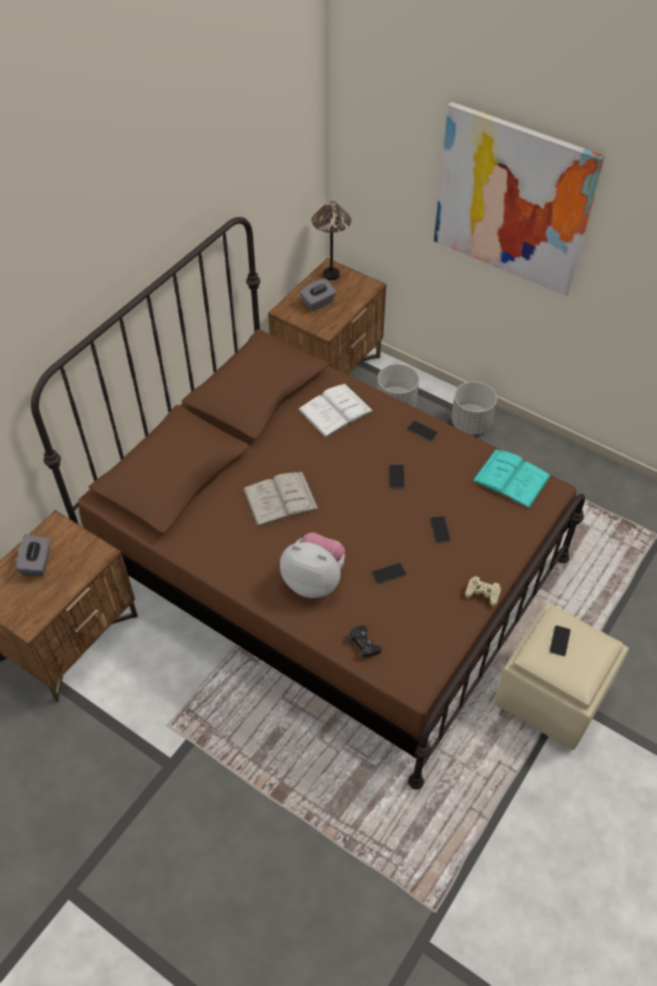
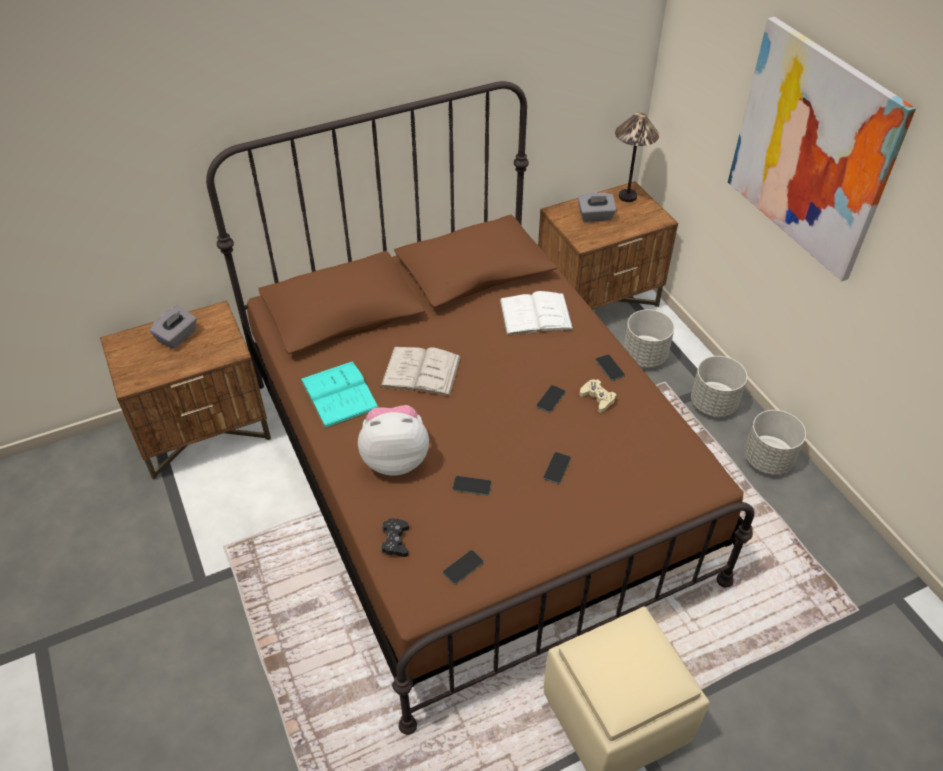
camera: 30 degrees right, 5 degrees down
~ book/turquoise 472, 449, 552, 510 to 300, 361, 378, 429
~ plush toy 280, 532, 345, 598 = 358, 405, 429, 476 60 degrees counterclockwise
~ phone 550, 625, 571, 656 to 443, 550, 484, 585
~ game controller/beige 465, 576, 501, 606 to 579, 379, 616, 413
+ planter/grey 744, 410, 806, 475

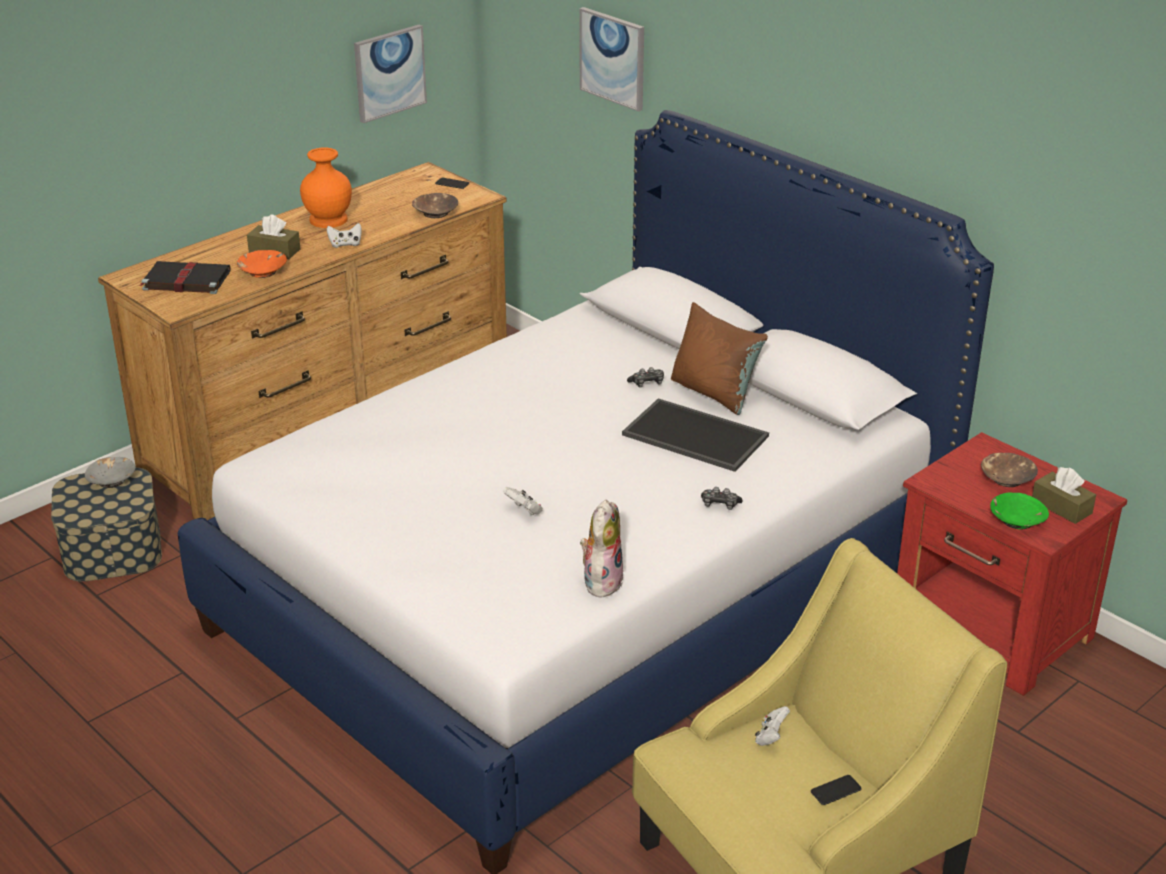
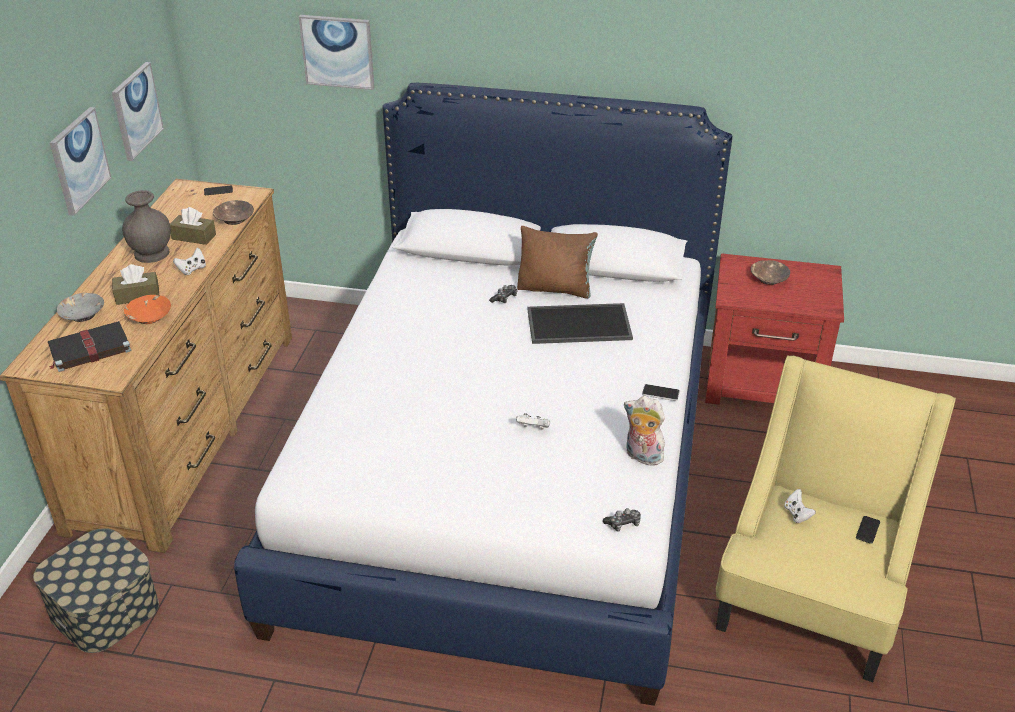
camera: 35 degrees left, 5 degrees up
+ picture 50, 107, 112, 216
~ bowl/grey 85, 457, 135, 488 to 57, 293, 104, 322
~ vase/orange 300, 147, 352, 228 to vase/grey 122, 190, 171, 263
~ tissue box/brown 1032, 467, 1096, 524 to 170, 207, 216, 245
~ game controller 701, 487, 743, 510 to 603, 508, 641, 532
~ plush toy 580, 500, 624, 598 = 624, 396, 666, 467 45 degrees counterclockwise
+ phone 642, 384, 680, 401
- bowl/green 990, 492, 1049, 529

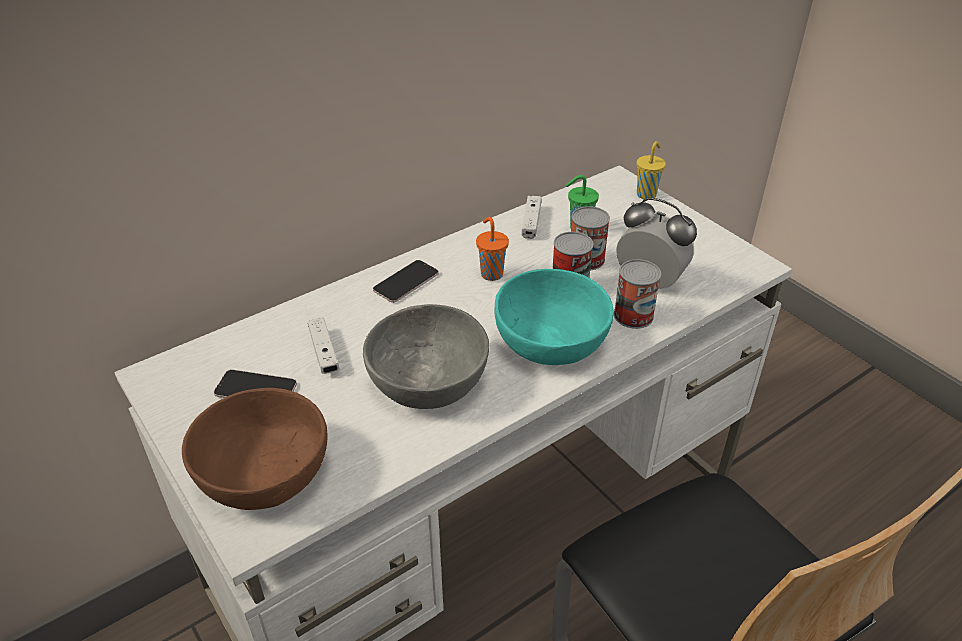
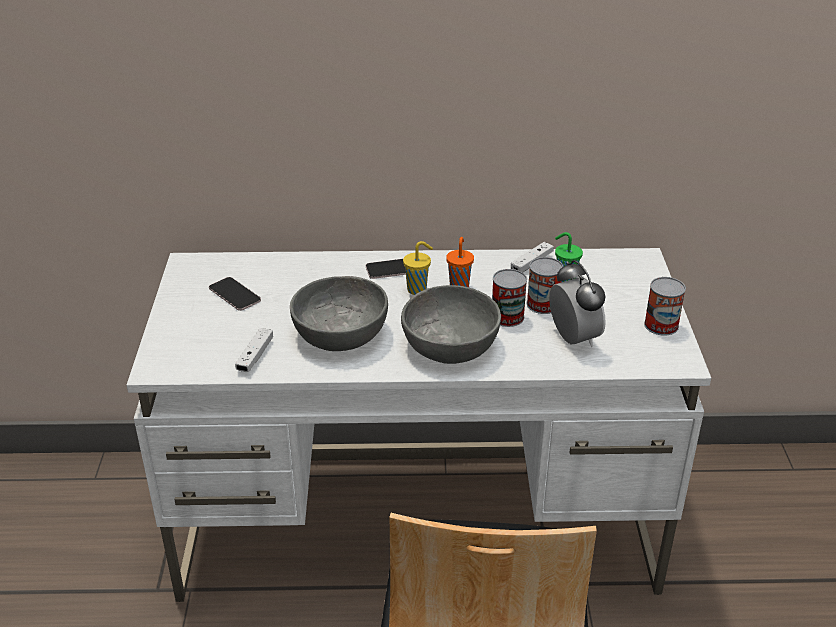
camera: 35 degrees right, 5 degrees down
~ game controller/white 308, 318, 340, 374 to 235, 328, 273, 372
~ bowl/turquoise 495, 269, 614, 365 to bowl/grey 401, 285, 501, 364
~ cup/yellow 637, 141, 666, 199 to 403, 241, 433, 295
~ can 614, 259, 661, 329 to 644, 277, 686, 336
- bowl/brown 182, 388, 328, 510

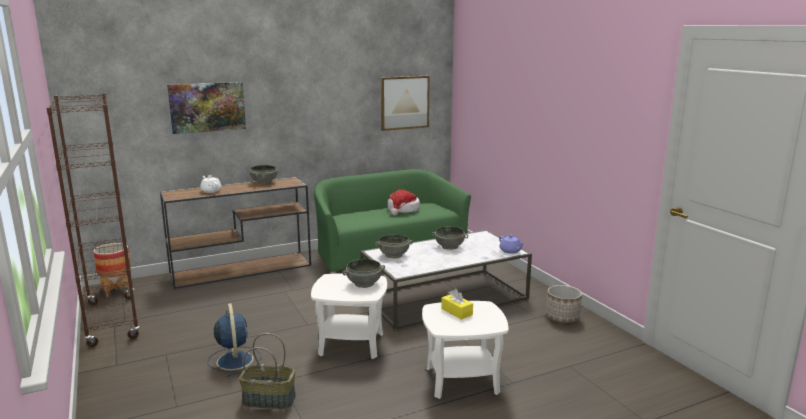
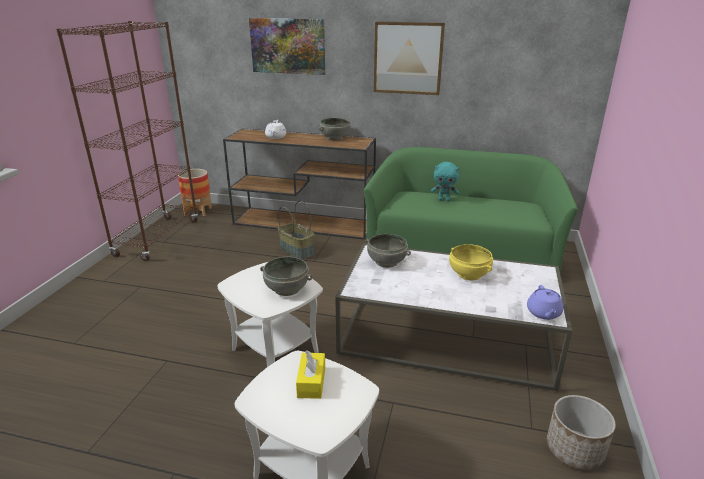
camera: 40 degrees right, 10 degrees up
~ basket 239, 333, 296, 409 to 278, 201, 314, 260
~ picture 381, 76, 430, 131 to 374, 21, 445, 95
+ plush toy/turquoise 431, 162, 459, 201
~ bowl/grey 432, 226, 468, 250 to bowl/yellow 449, 244, 493, 280
- fan/blue 207, 303, 261, 377
- hat 387, 190, 420, 216

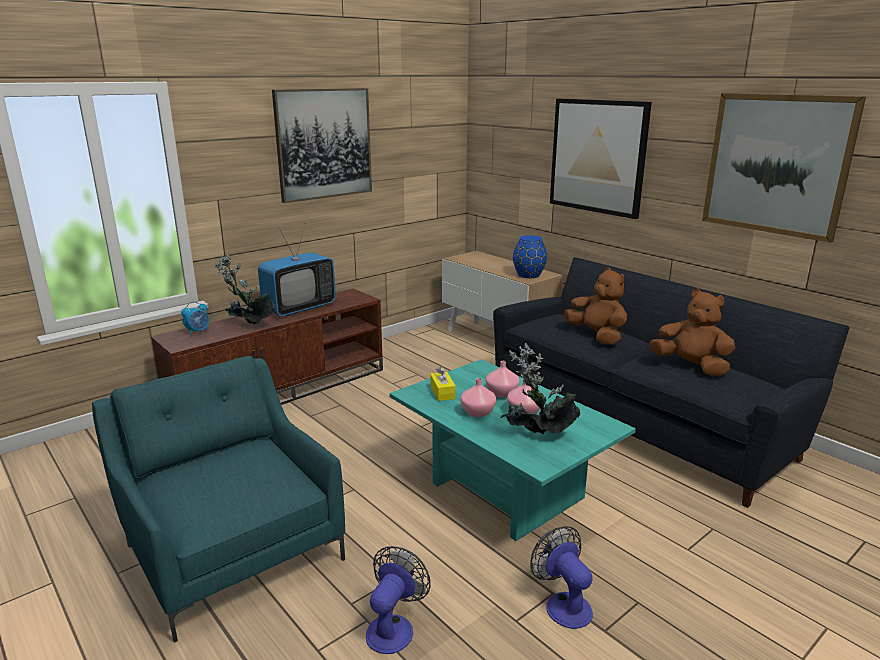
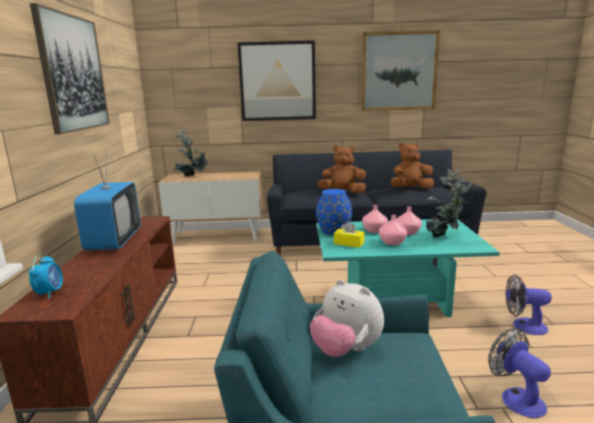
camera: 50 degrees left, 5 degrees down
~ potted plant 215, 253, 275, 325 to 173, 129, 208, 176
+ plush toy 310, 279, 384, 357
~ vase/blue 513, 235, 547, 278 to 316, 189, 353, 235

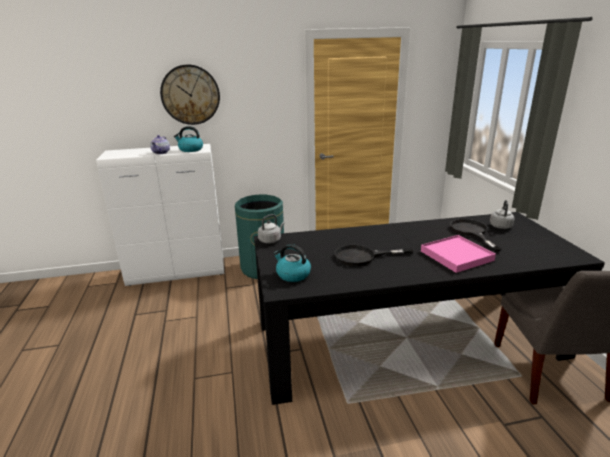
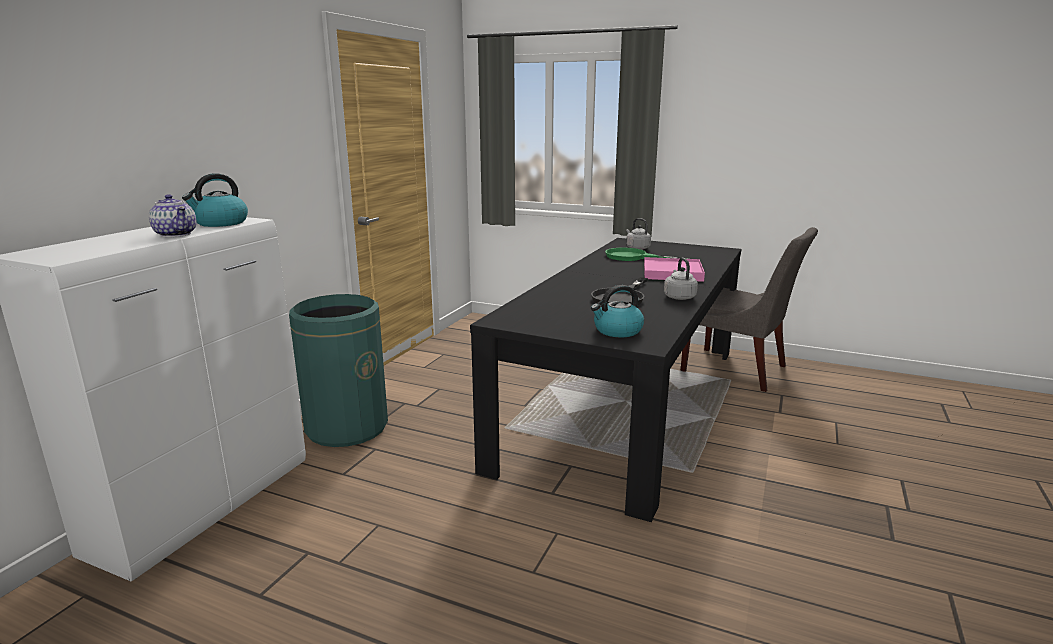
camera: 55 degrees left, 5 degrees down
~ frying pan/black 450, 219, 501, 252 to frying pan/green 605, 248, 687, 261
~ kettle/grey 258, 214, 285, 244 to 664, 258, 698, 300
- wall clock 160, 65, 220, 125

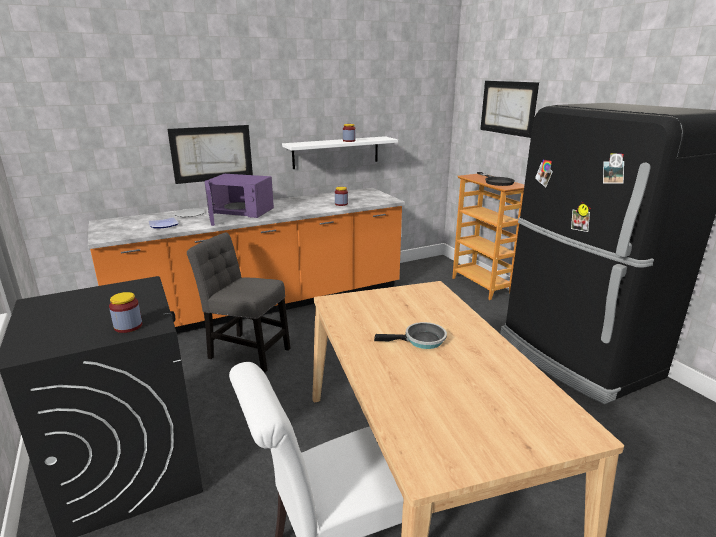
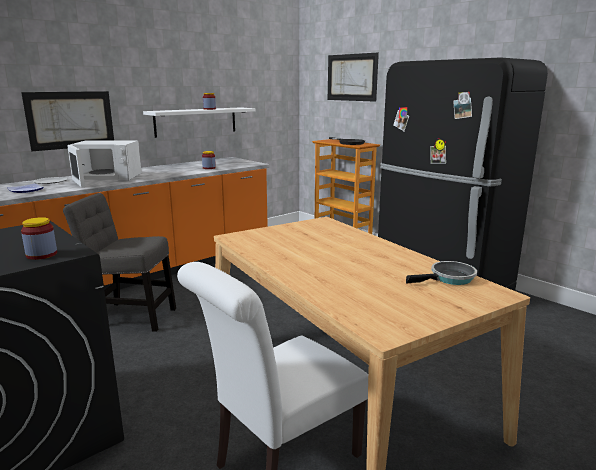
camera: 15 degrees left, 5 degrees down
~ microwave/purple 205, 174, 274, 226 to microwave/white 67, 140, 142, 188
~ frying pan 374, 322, 447, 349 to 406, 261, 477, 285

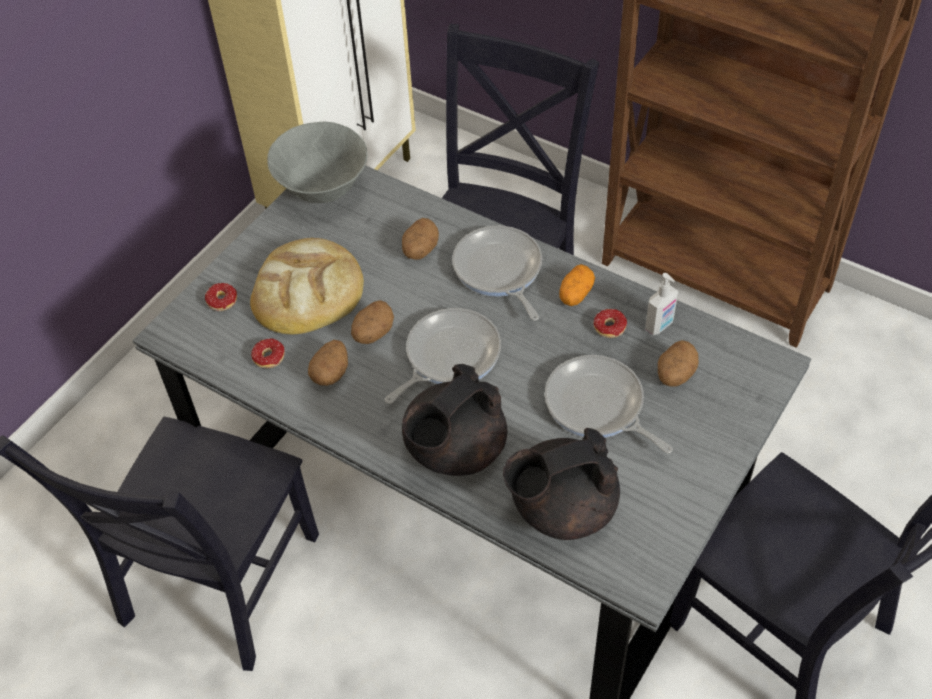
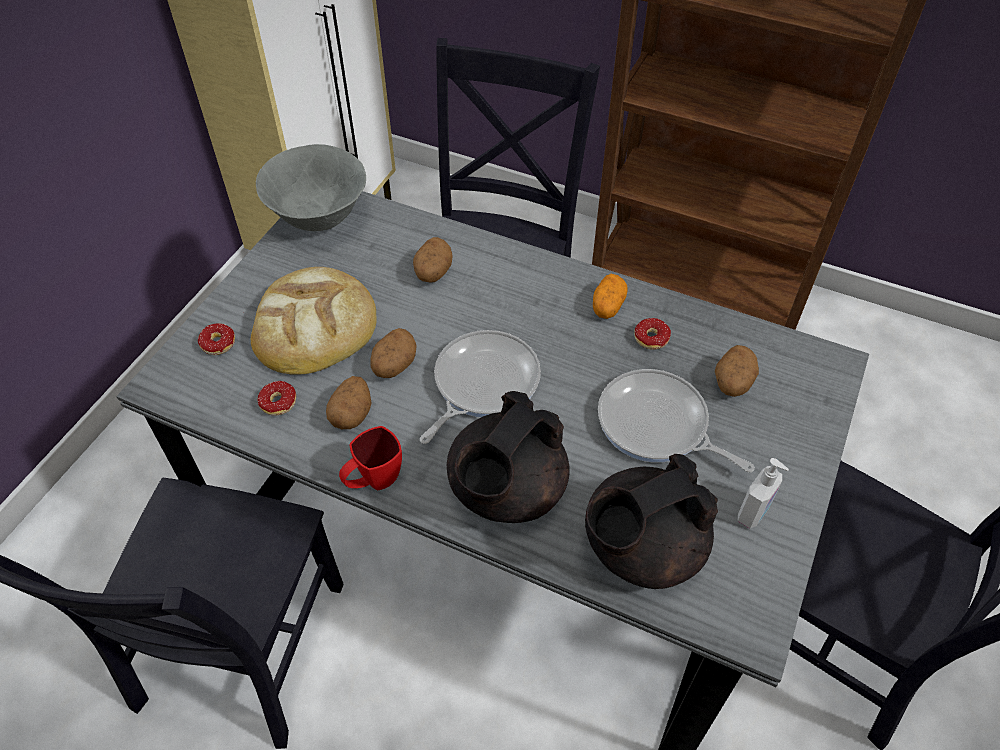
camera: 10 degrees left, 0 degrees up
+ mug/red 339, 426, 402, 490
~ soap dispenser 645, 273, 678, 335 to 738, 458, 789, 529
- frying pan 452, 225, 542, 321

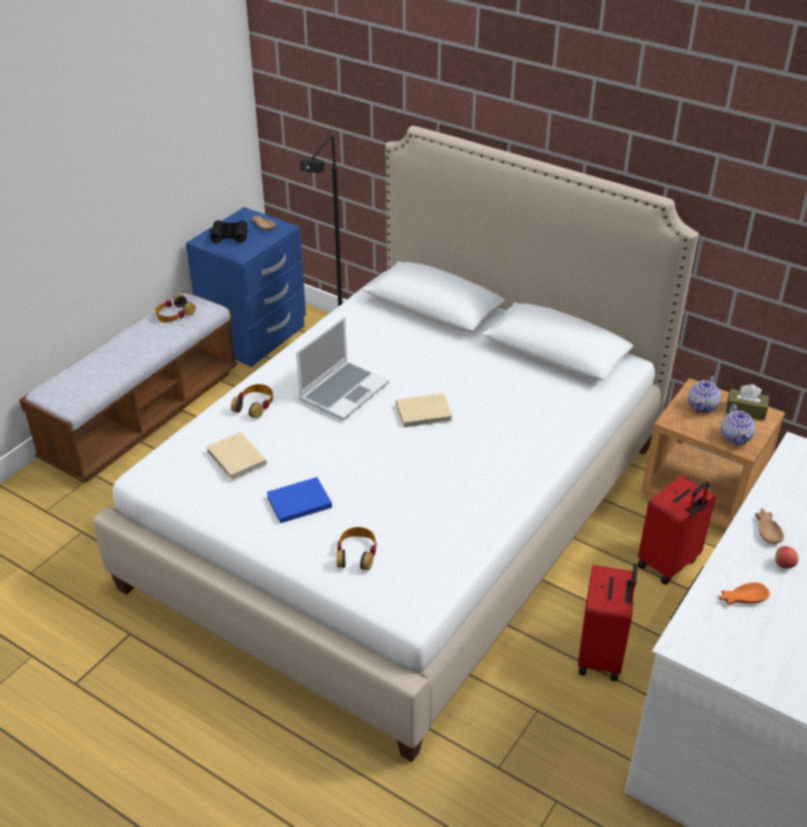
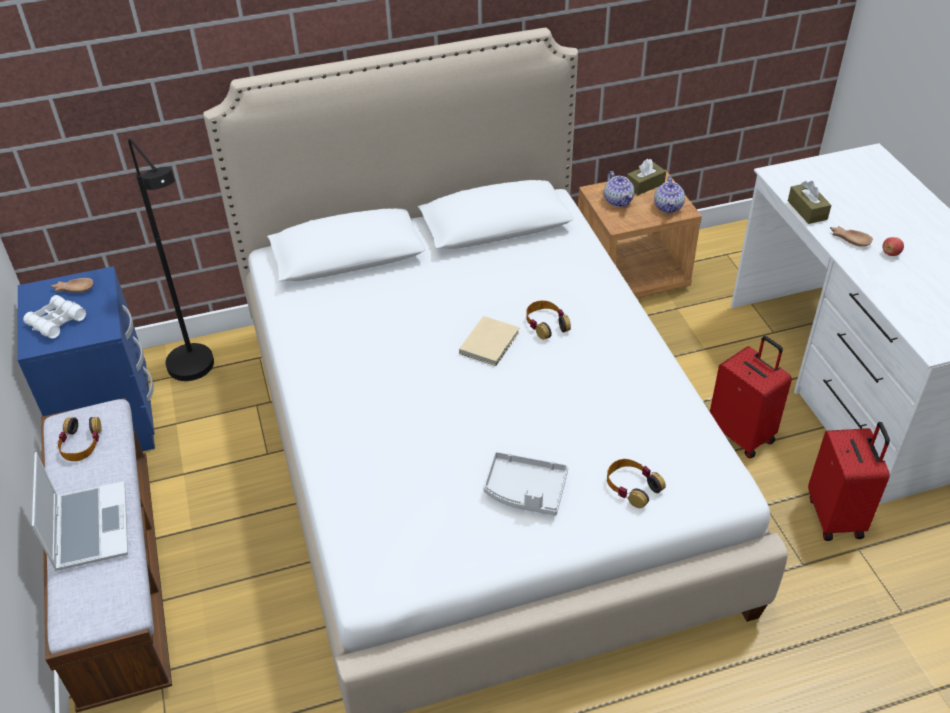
camera: 50 degrees left, 5 degrees up
~ binoculars/black 210, 220, 249, 243 to binoculars/white 23, 295, 86, 338
~ laptop 296, 317, 389, 420 to 32, 452, 128, 571
~ book/blue 267, 477, 332, 523 to tray/grey 483, 452, 568, 515
~ headphones 231, 384, 273, 418 to 526, 300, 571, 340
~ teapot 721, 404, 755, 446 = 654, 176, 685, 214 60 degrees clockwise
+ tissue box/brown 788, 181, 831, 224
~ suitcase/red 638, 475, 716, 585 to 808, 422, 890, 541
- book/beige 206, 432, 267, 480
- bowl/orange 719, 582, 770, 605

